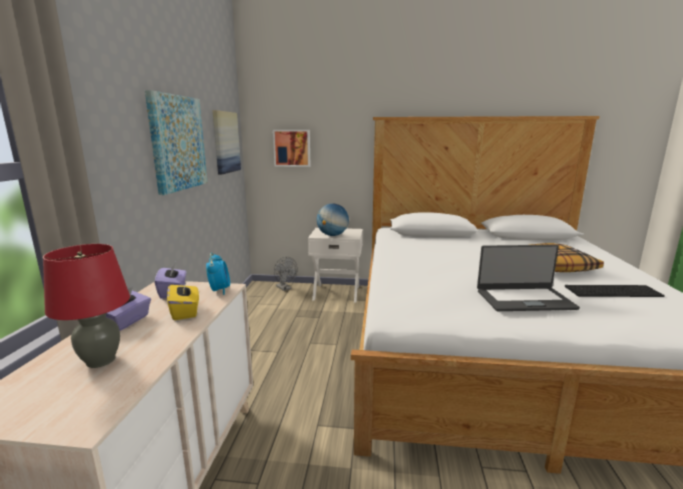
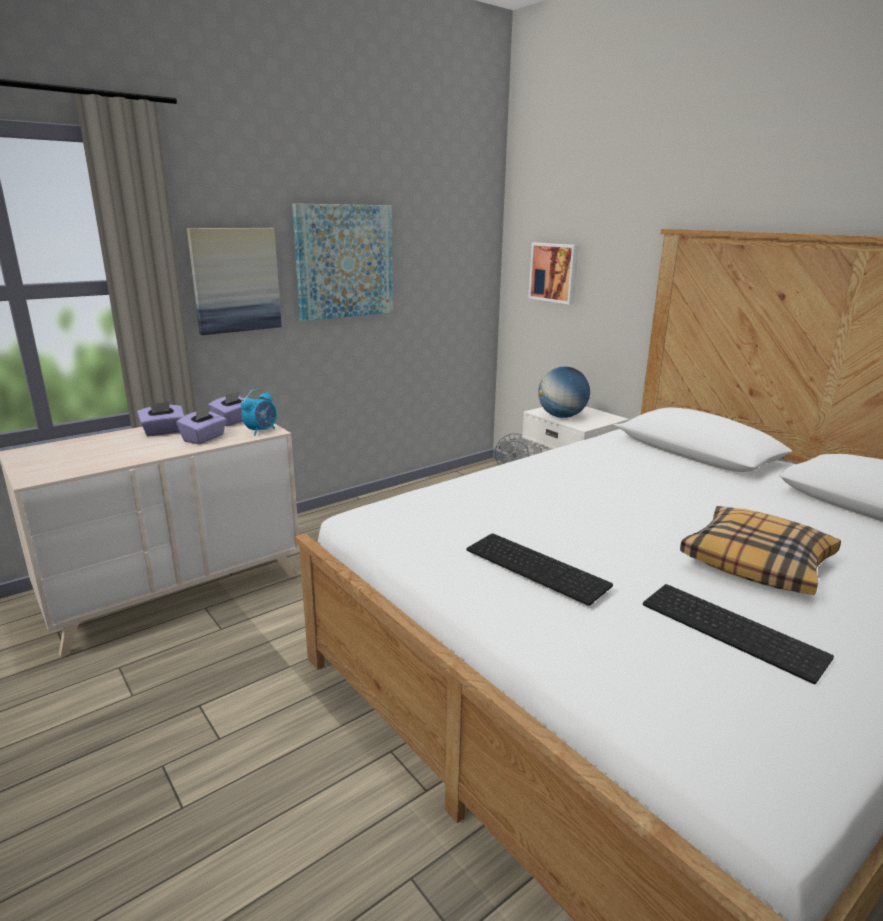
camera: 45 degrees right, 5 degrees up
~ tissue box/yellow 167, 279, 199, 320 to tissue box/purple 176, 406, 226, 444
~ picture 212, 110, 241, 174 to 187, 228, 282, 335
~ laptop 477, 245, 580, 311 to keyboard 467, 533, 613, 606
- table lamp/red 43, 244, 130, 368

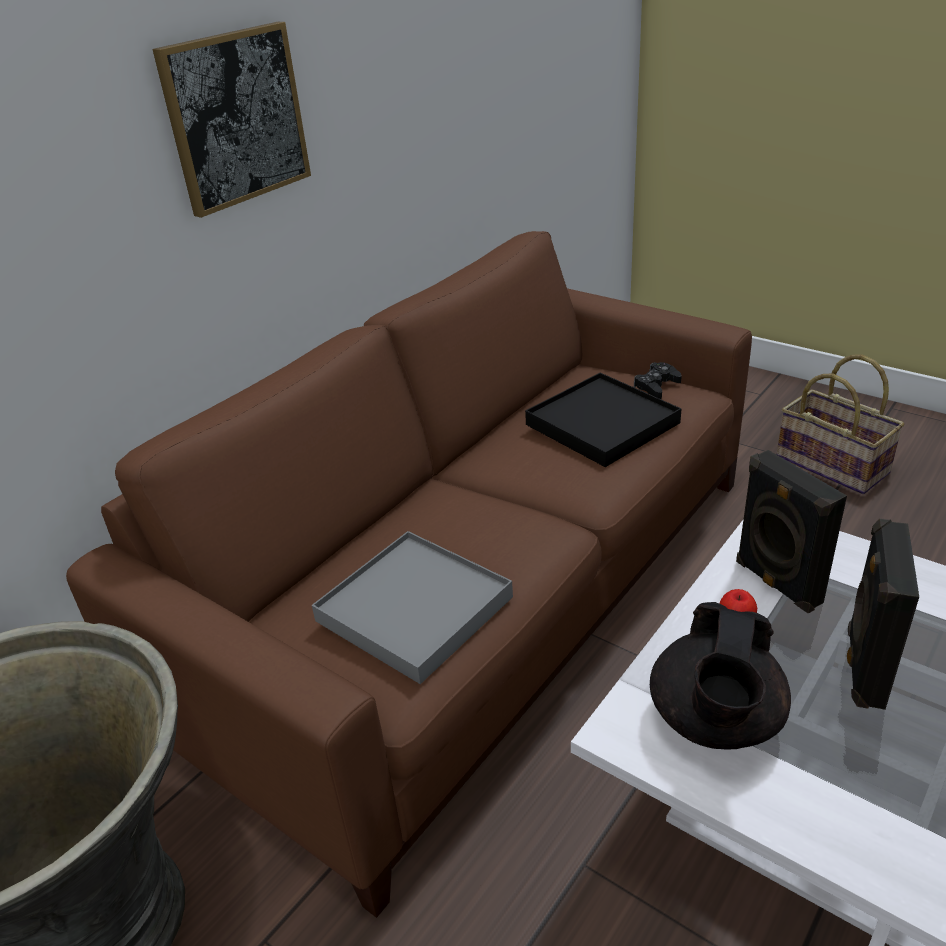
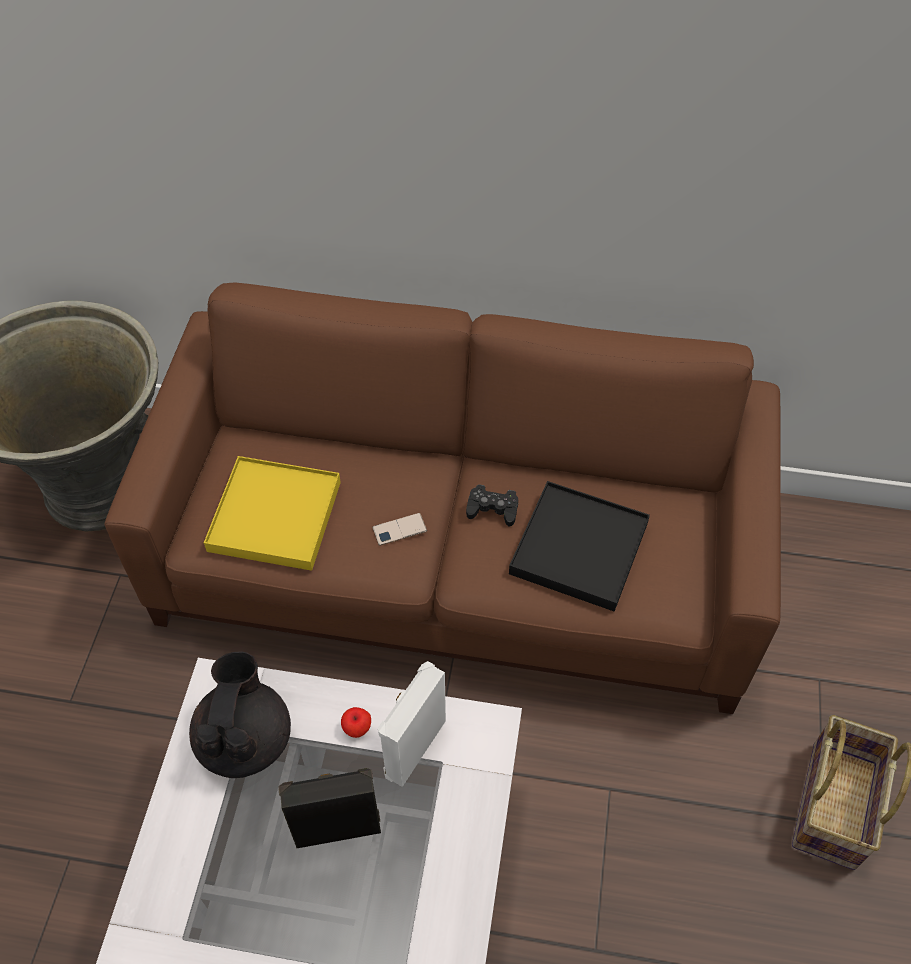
camera: 60 degrees right, 20 degrees up
~ teapot/black 650, 602, 791, 750 = 189, 651, 291, 778 105 degrees clockwise
~ tray/grey 312, 531, 513, 684 to tray/yellow 204, 456, 341, 571
+ phone 372, 513, 427, 546
~ speaker/black 736, 450, 847, 614 to speaker/white 378, 661, 446, 787
~ game controller/black 634, 362, 682, 399 to 466, 484, 518, 527
- picture 152, 22, 311, 218

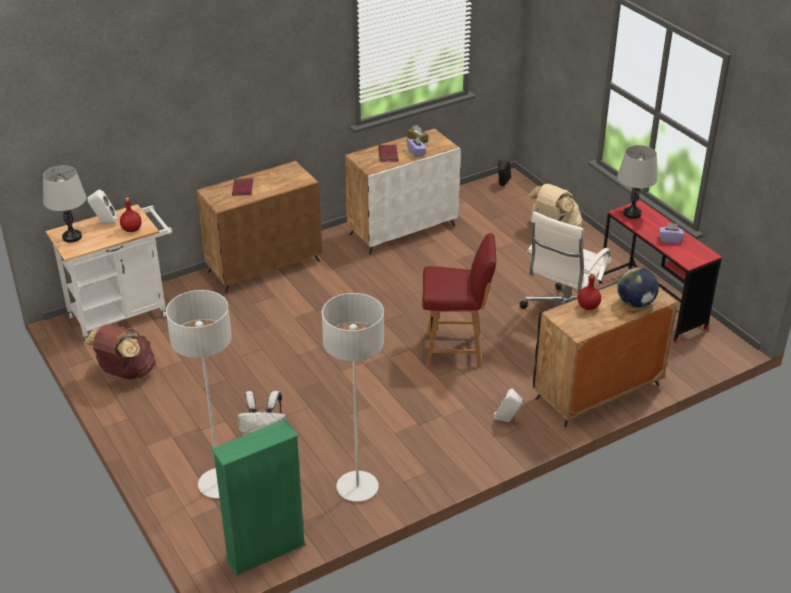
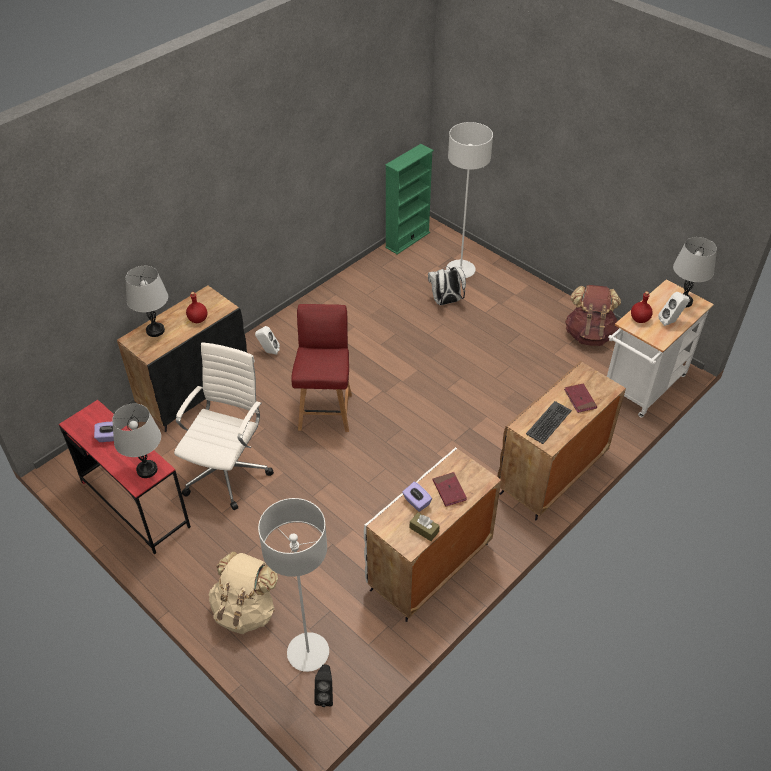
camera: 165 degrees right, 10 degrees up
~ globe 617, 267, 659, 308 to table lamp/grey 126, 266, 168, 337
~ floor lamp/grey 322, 293, 384, 502 to 258, 498, 329, 672
~ chair/red 422, 233, 496, 367 = 291, 304, 352, 432 105 degrees clockwise
+ keyboard 526, 401, 572, 444

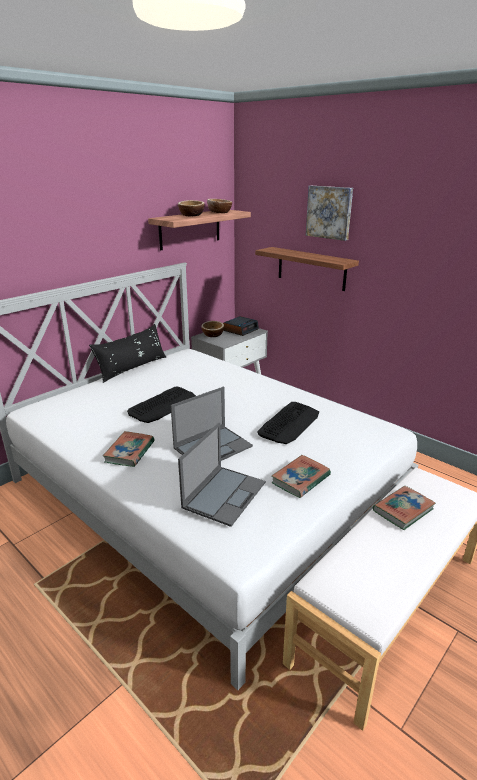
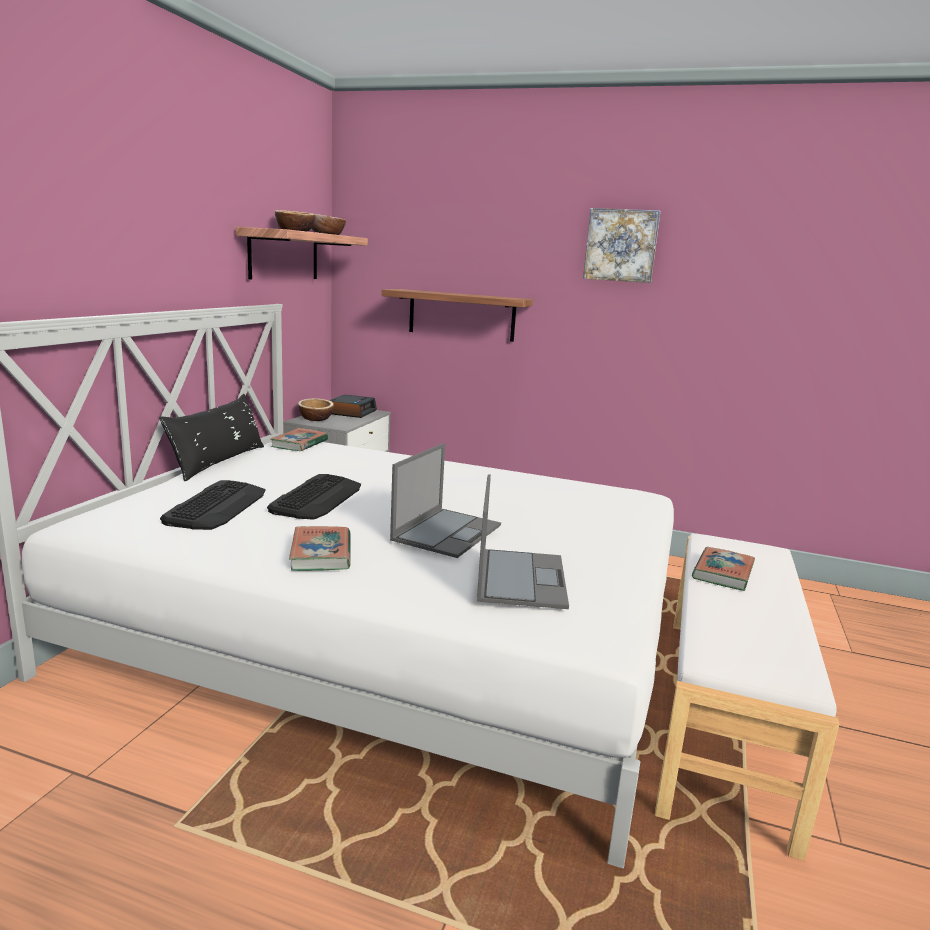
camera: 25 degrees left, 10 degrees down
~ keyboard 257, 402, 319, 444 to 160, 480, 266, 530
~ book 272, 455, 331, 498 to 270, 428, 328, 451
~ picture 306, 186, 353, 241 to 583, 208, 660, 283

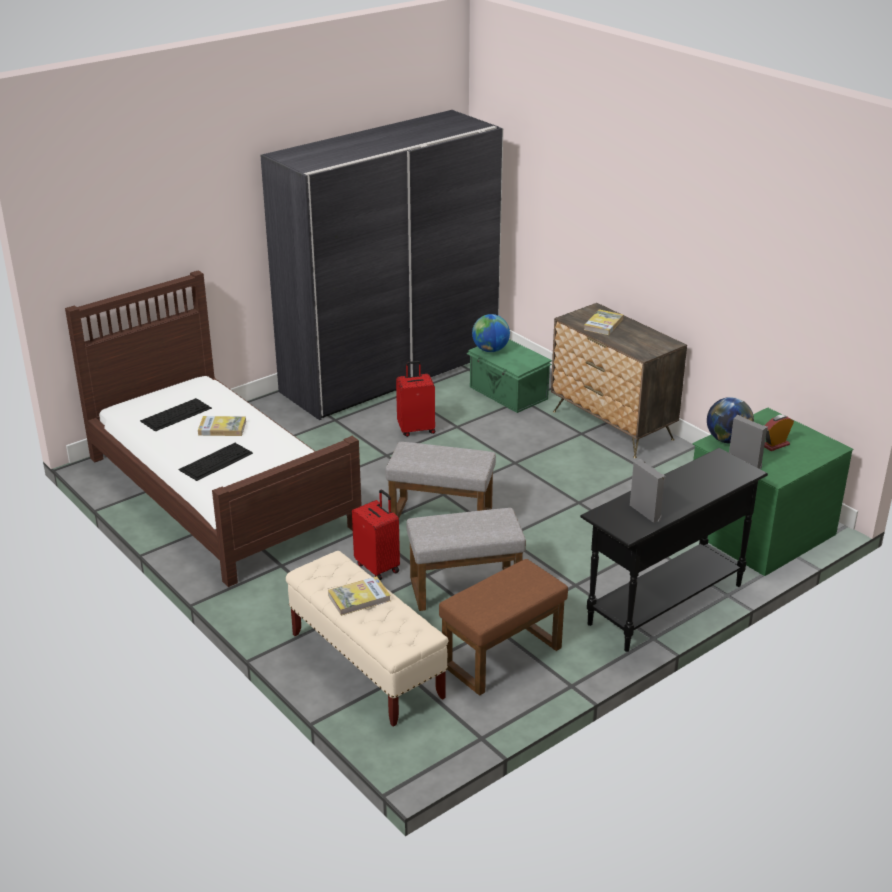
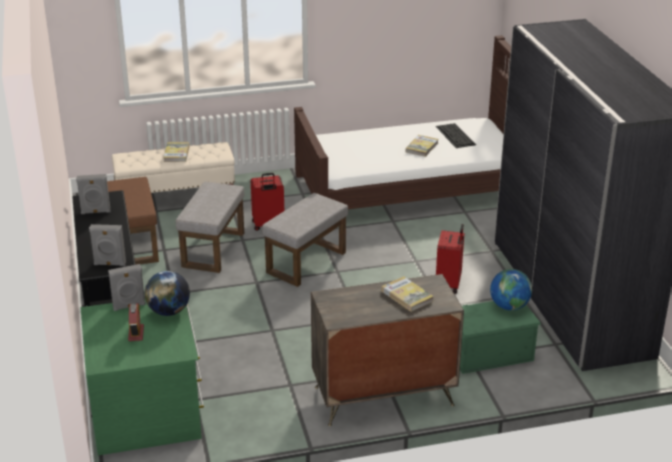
camera: 115 degrees right, 0 degrees up
+ speaker/grey 89, 224, 126, 266
- keyboard 178, 443, 253, 481

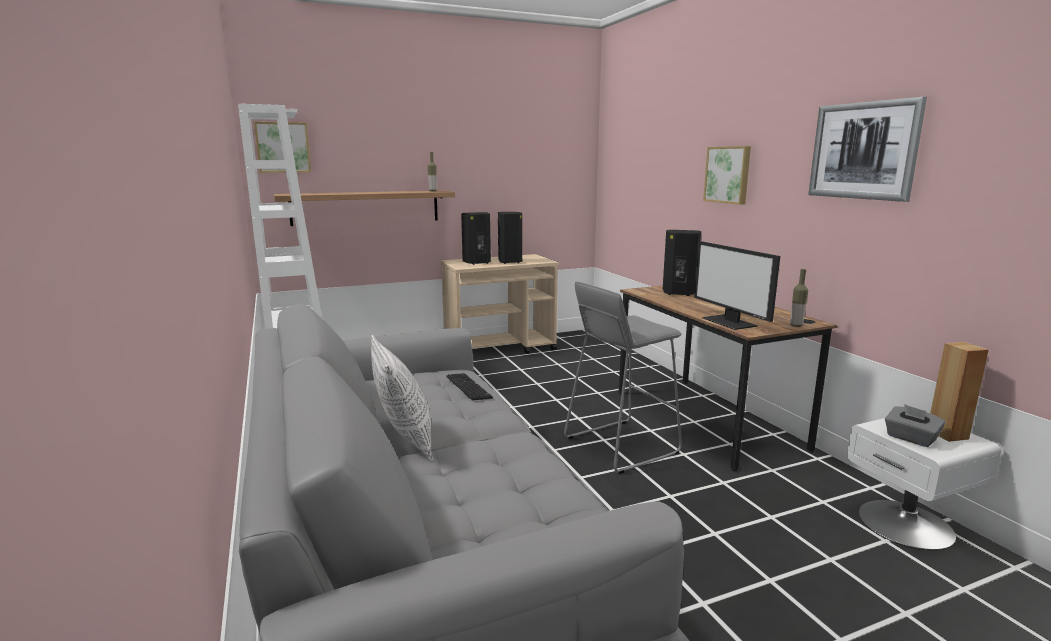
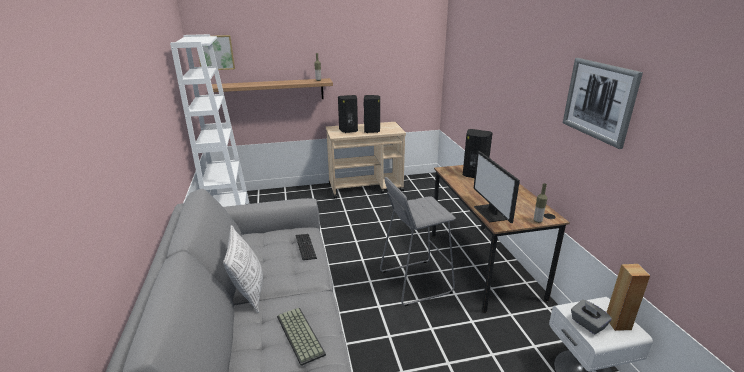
camera: 10 degrees right, 10 degrees up
+ keyboard 277, 308, 326, 366
- picture 703, 146, 751, 205

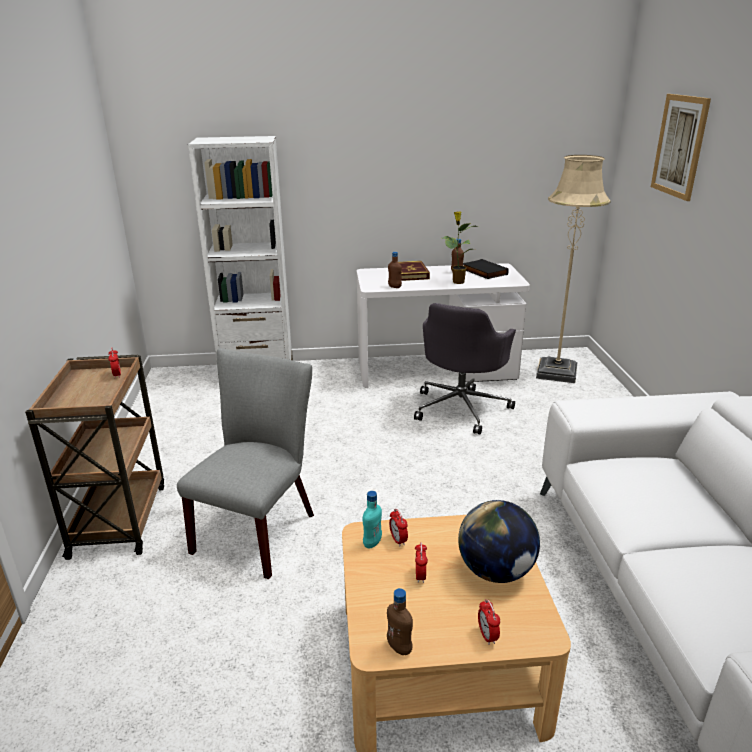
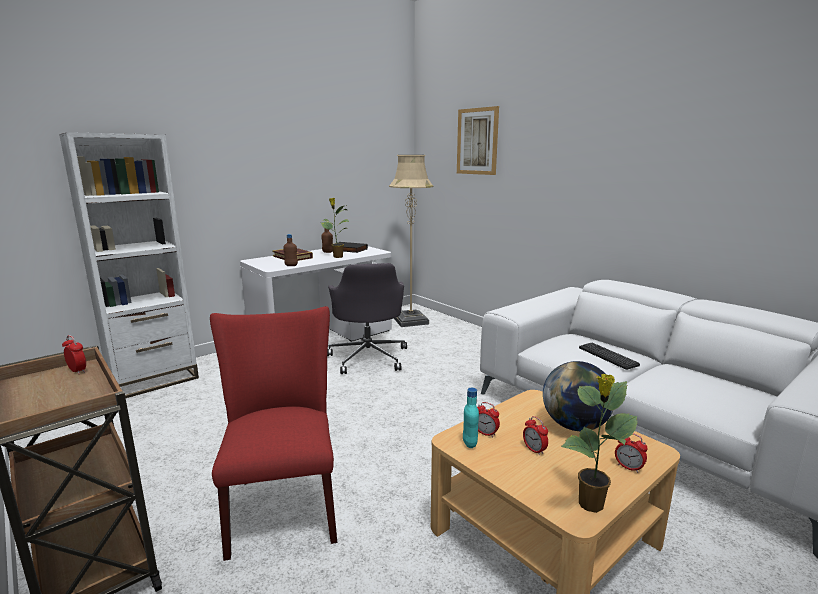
camera: 35 degrees left, 10 degrees down
~ chair/grey 177, 348, 314, 579 to chair/red 210, 306, 337, 561
~ bottle/brown 387, 588, 413, 655 to potted plant 561, 374, 638, 513
+ keyboard 579, 343, 640, 370

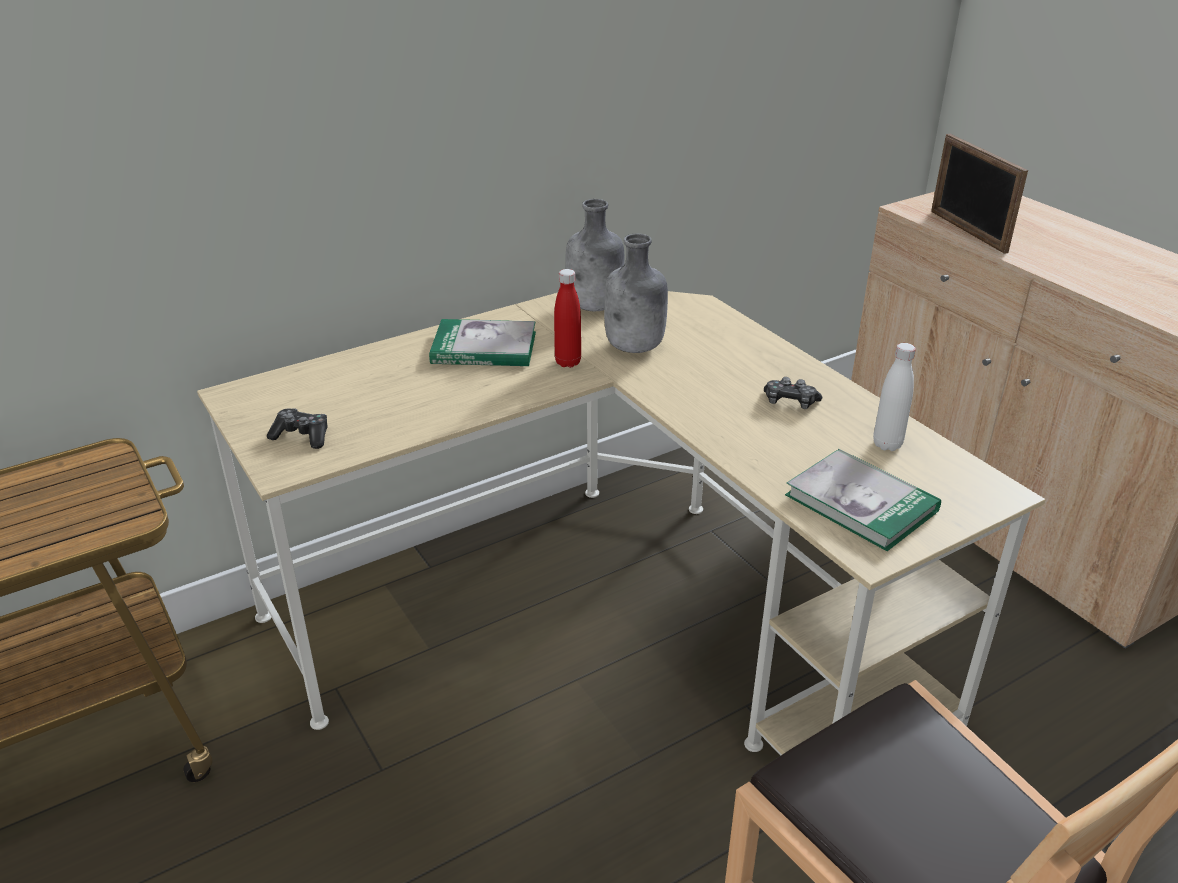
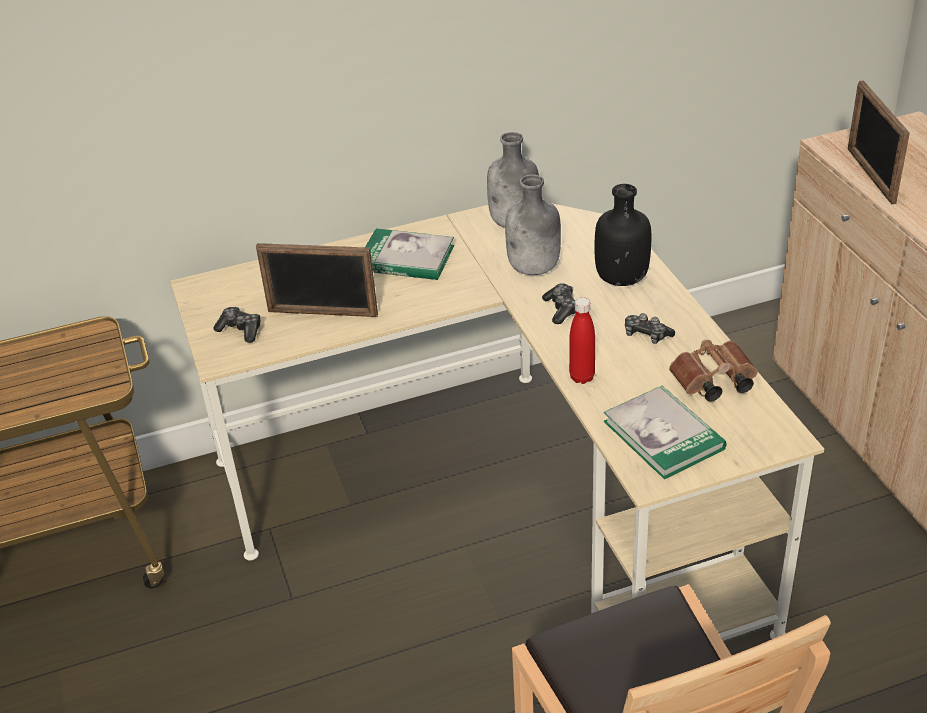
camera: 15 degrees right, 5 degrees up
+ picture frame 256, 243, 378, 317
+ game controller 542, 283, 576, 324
~ bottle/red 554, 269, 581, 368 to 569, 297, 595, 384
+ bottle/black 594, 184, 652, 286
~ bottle/white 873, 343, 916, 451 to binoculars/brown 669, 340, 758, 401

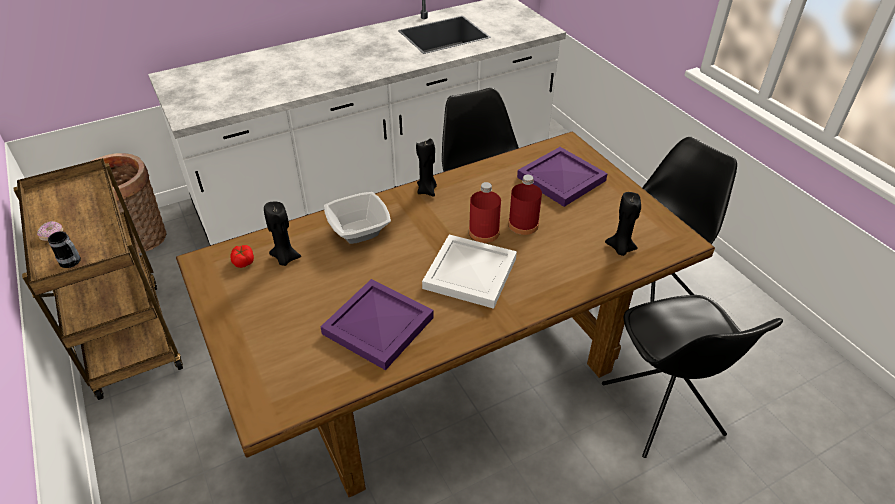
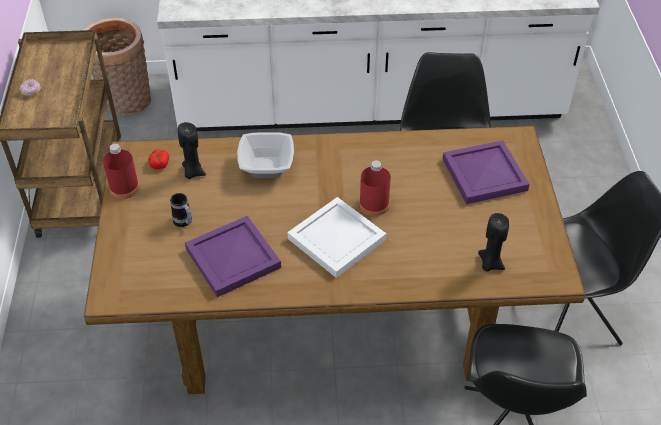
camera: 25 degrees right, 5 degrees up
~ bottle/red 508, 175, 542, 235 to 103, 144, 139, 199
~ mug 48, 231, 81, 268 to 170, 193, 192, 227
- candle/black 416, 139, 437, 197

